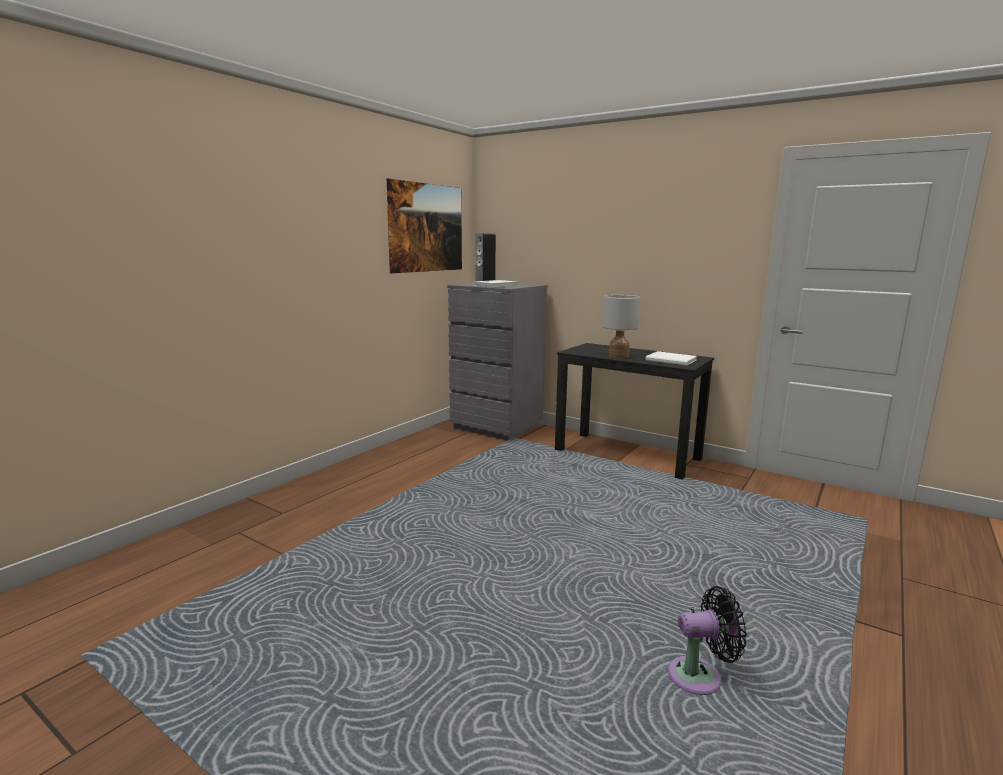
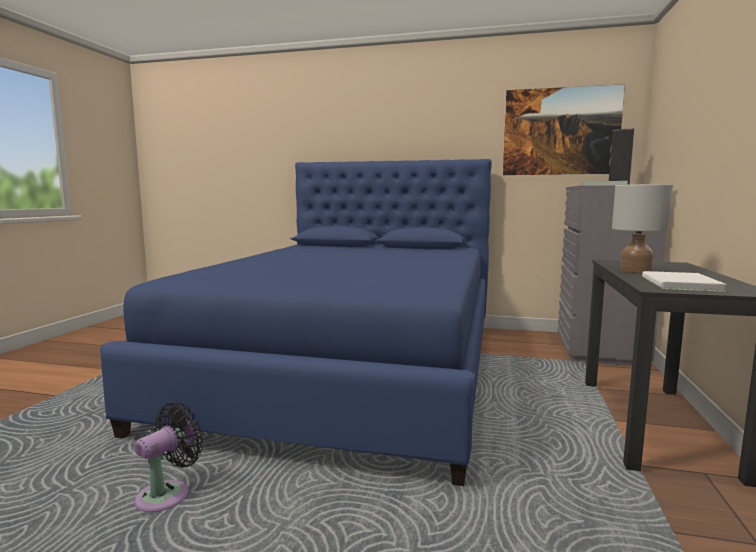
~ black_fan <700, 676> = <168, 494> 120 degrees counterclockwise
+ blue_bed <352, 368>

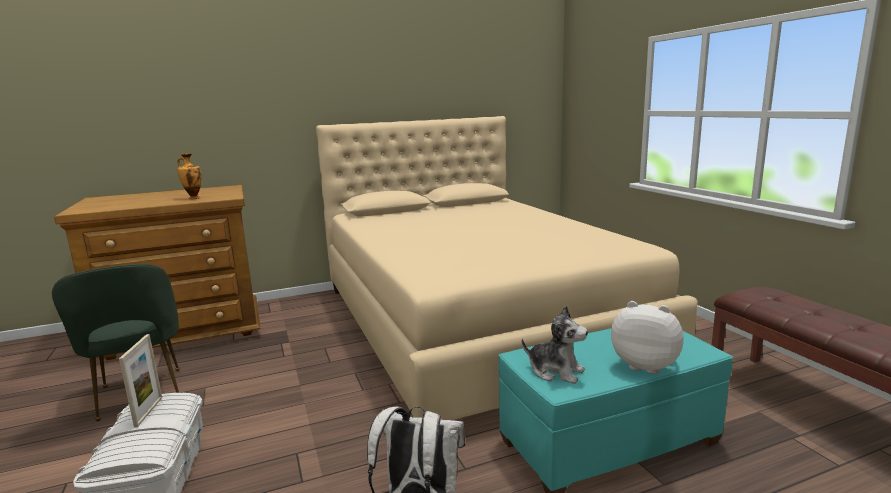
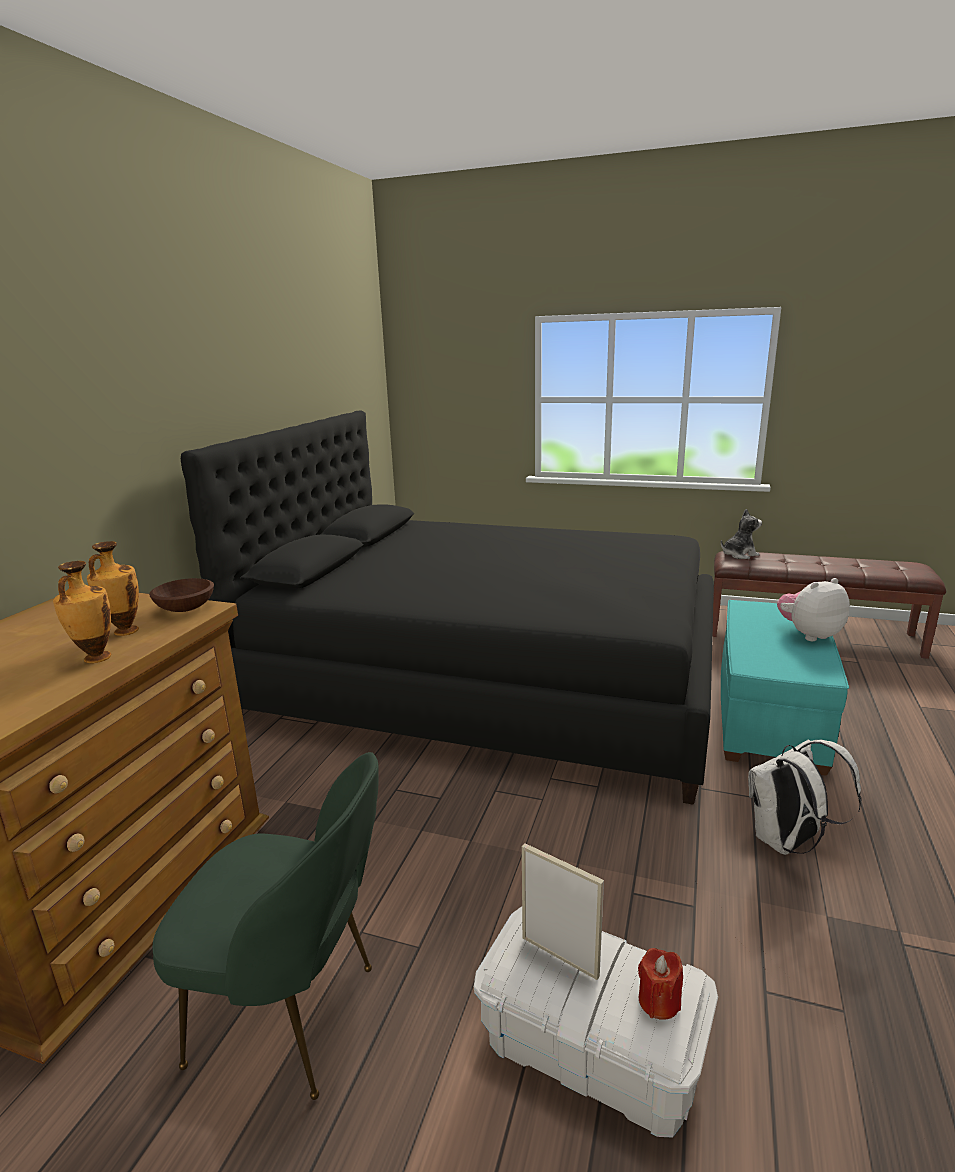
~ beige_bed <475, 324> to black_bed <487, 680>
~ plush_toy <555, 371> to <739, 555>
+ vase <95, 658>
+ brown_bowl <185, 608>
+ red_candle <658, 1001>

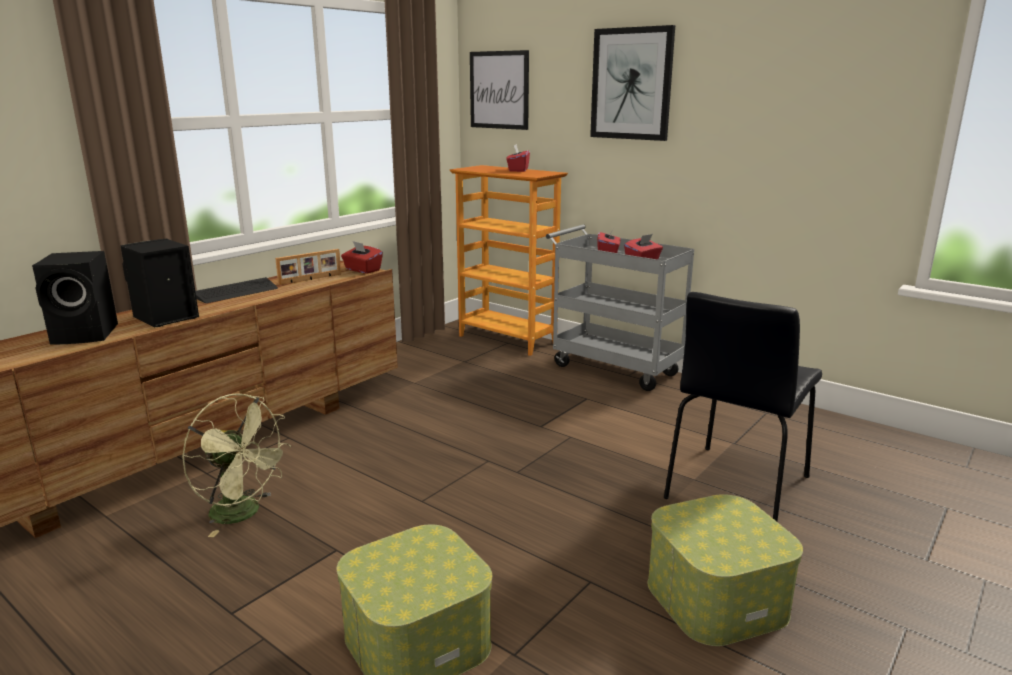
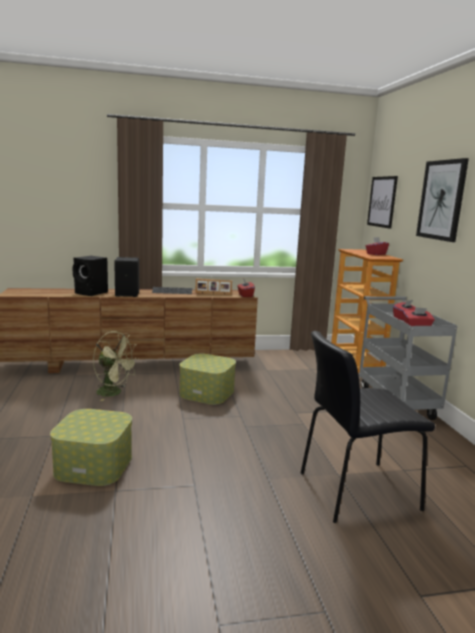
~ green_fan <244, 514> = <114, 393> 45 degrees counterclockwise
~ storage_box <716, 597> to <207, 392>

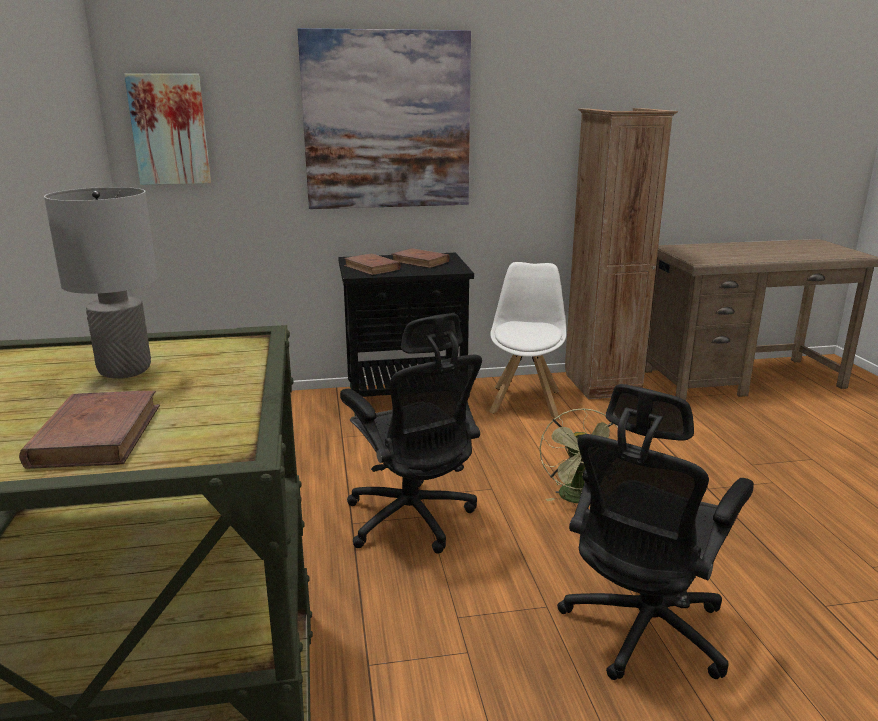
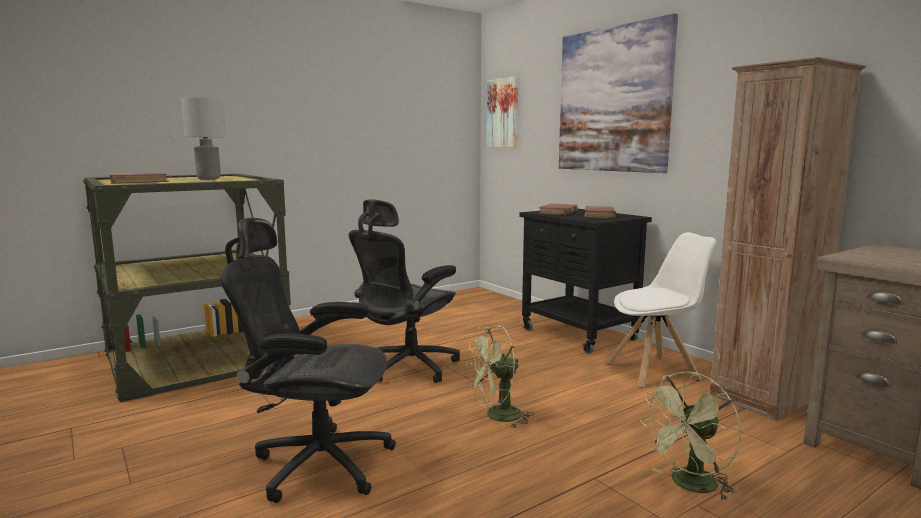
+ green_fan <689, 486>

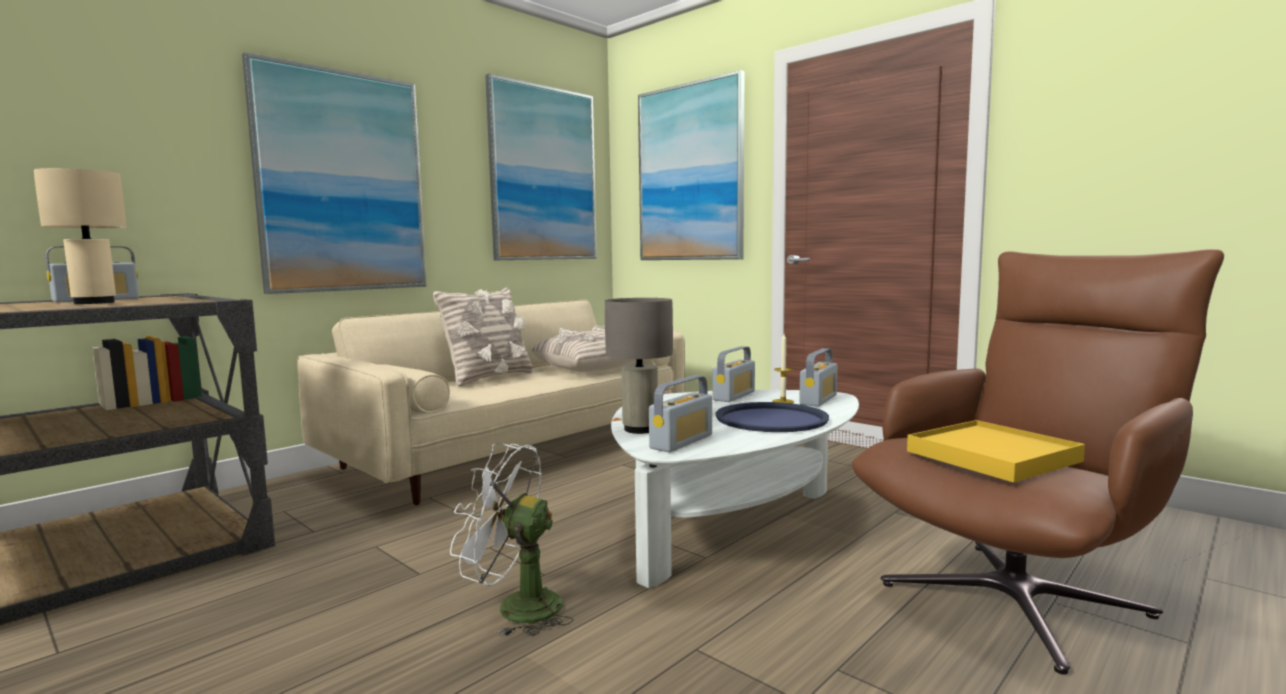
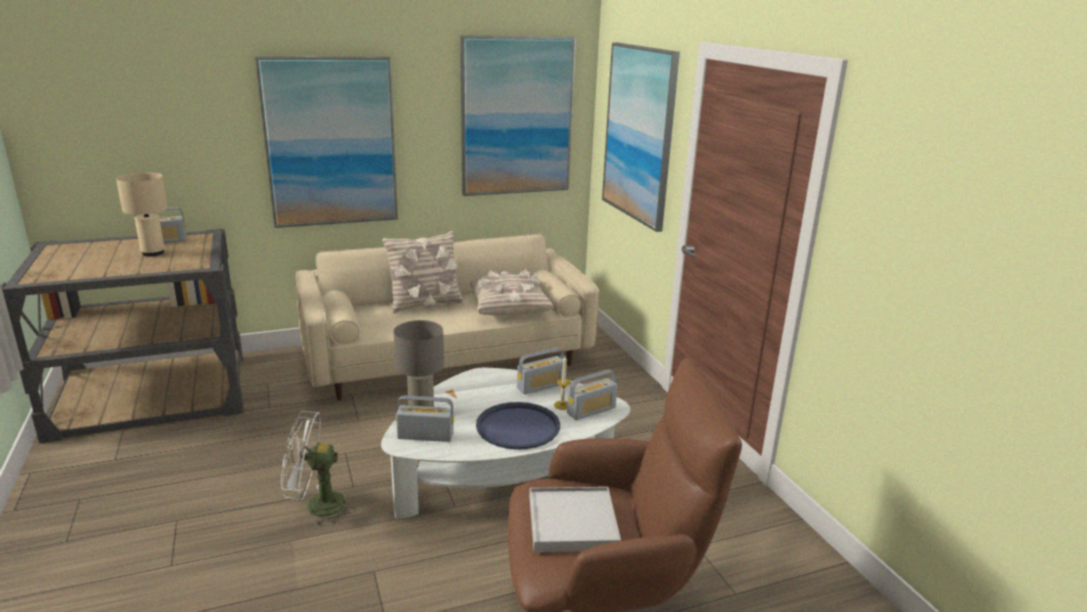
~ white_fan <516, 607> = <316, 506> 45 degrees counterclockwise
~ radio <681, 441> = <425, 436> 150 degrees counterclockwise
~ yellow_tray <992, 456> to white_tray <572, 523>

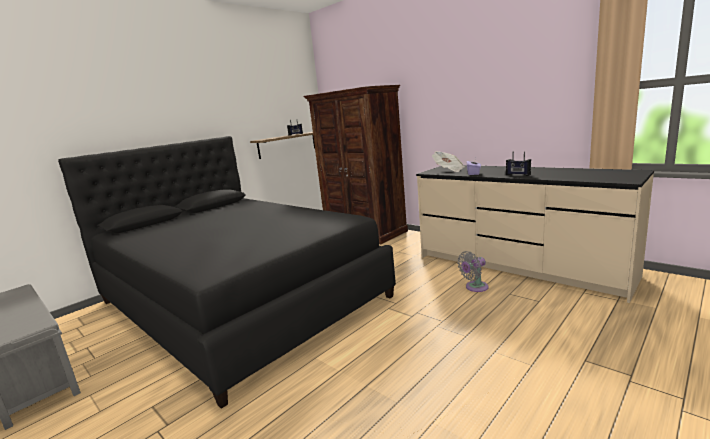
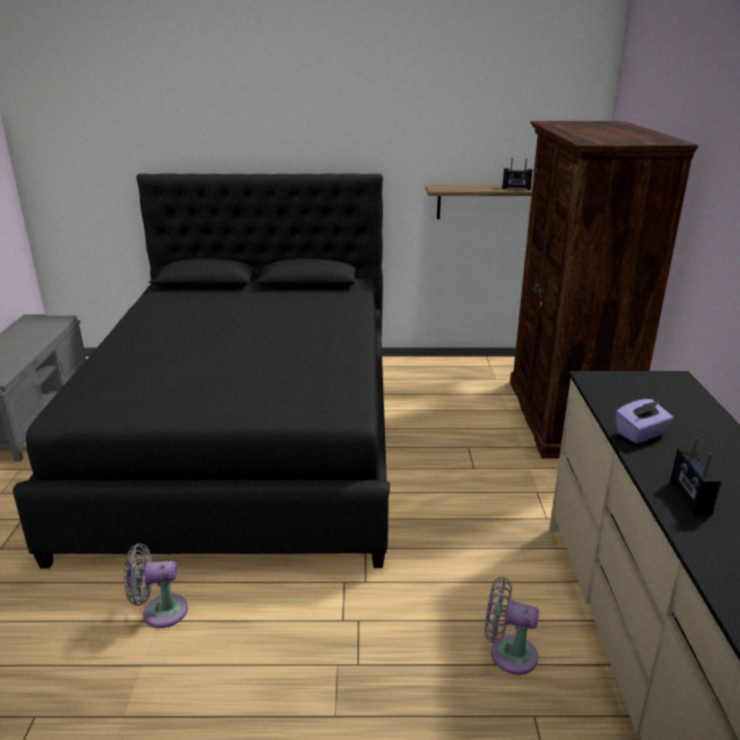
- newspaper <448, 170>
+ grey_fan <160, 611>

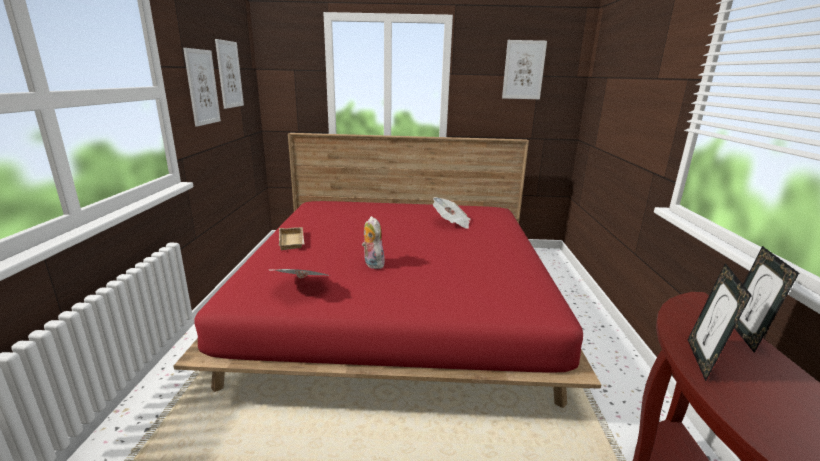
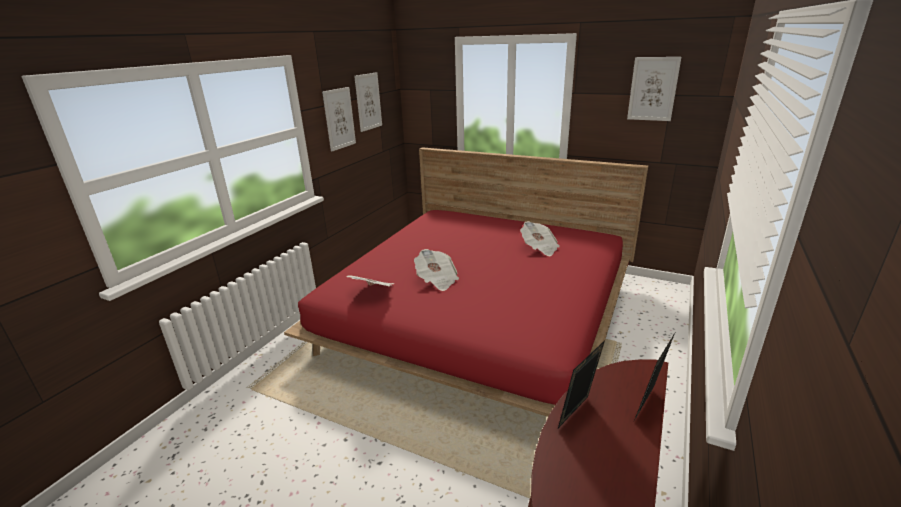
- beige_tray <293, 241>
~ plush_toy <372, 264> to newspaper <437, 280>

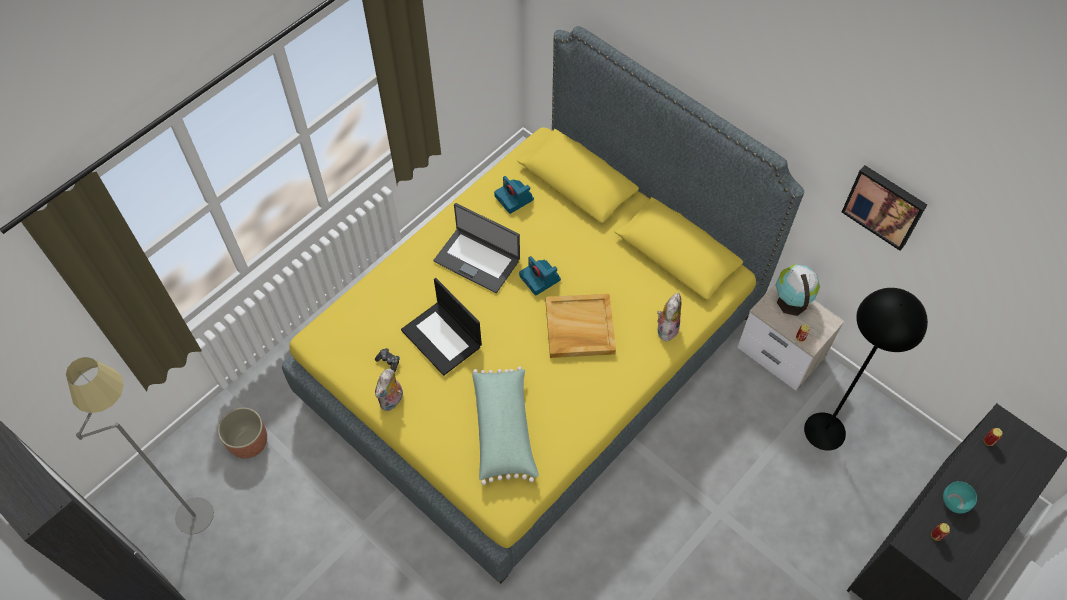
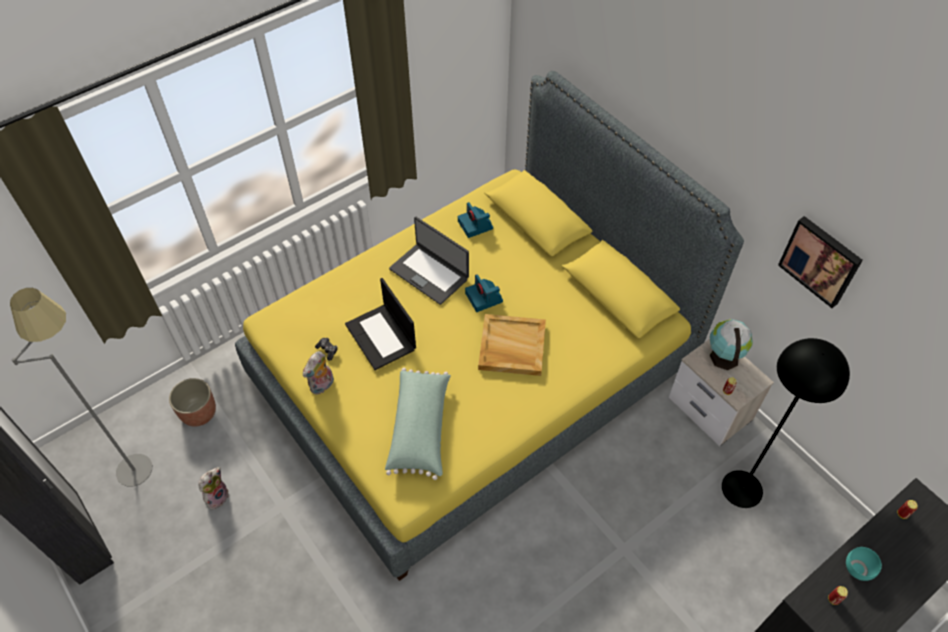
~ plush_toy <666, 328> to <217, 496>

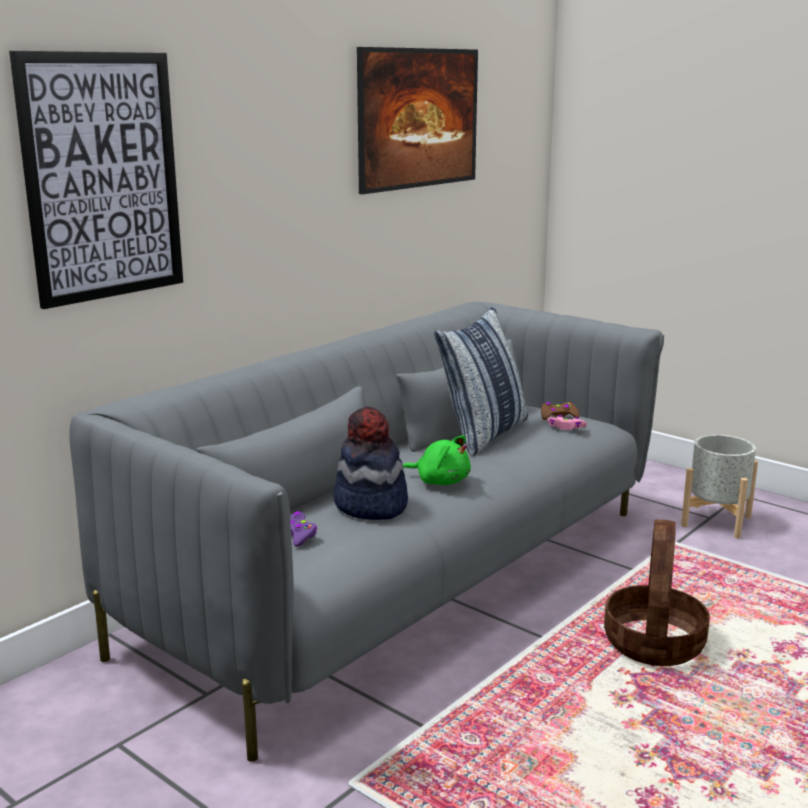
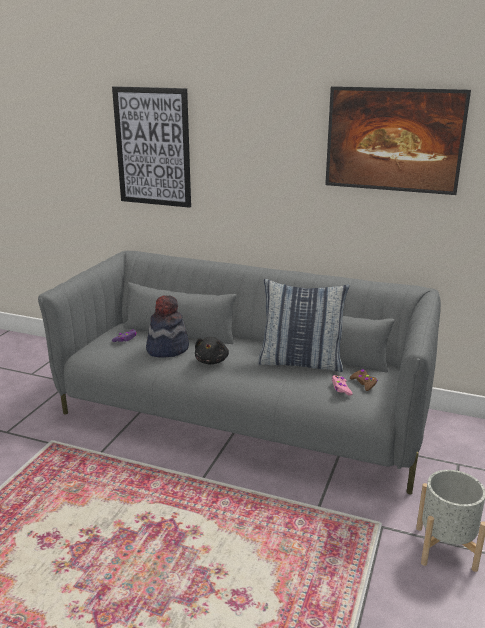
~ green_plush_toy <440, 481> to black_plush_toy <212, 361>
- basket <654, 644>

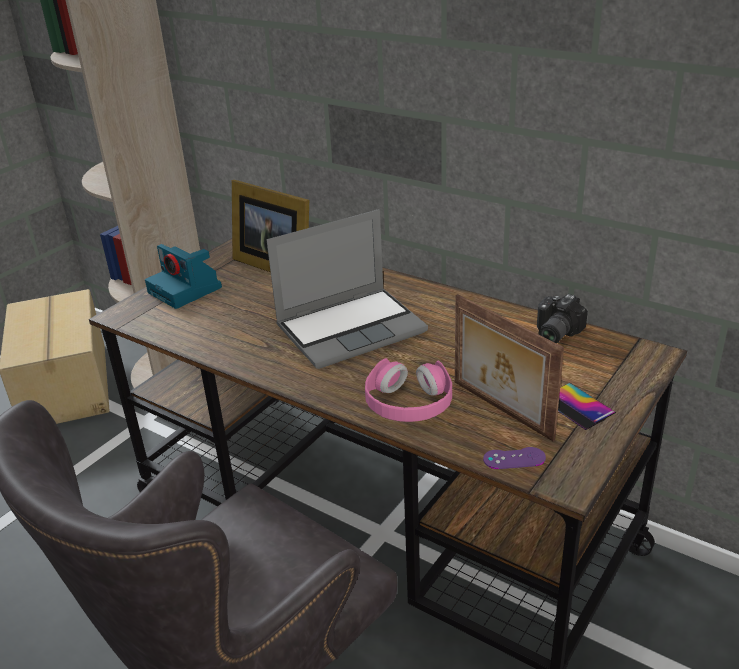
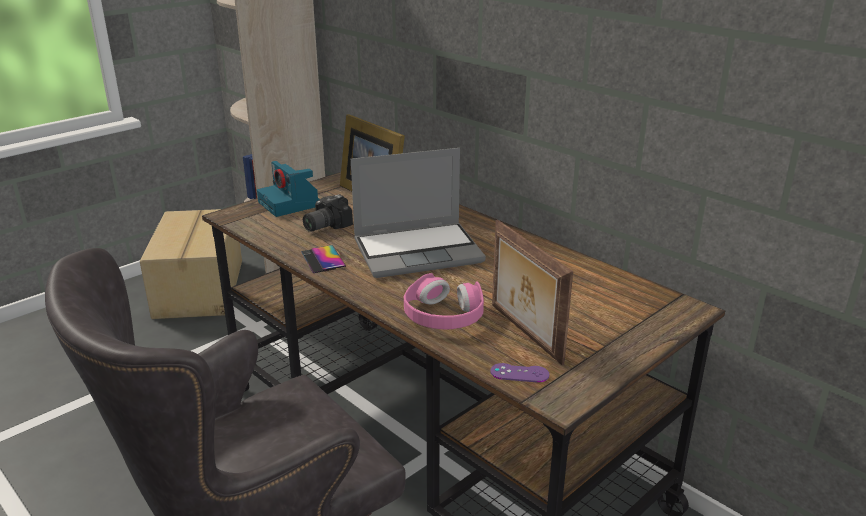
~ photo_camera <553, 333> to <324, 225>
~ phone <577, 406> to <323, 259>

